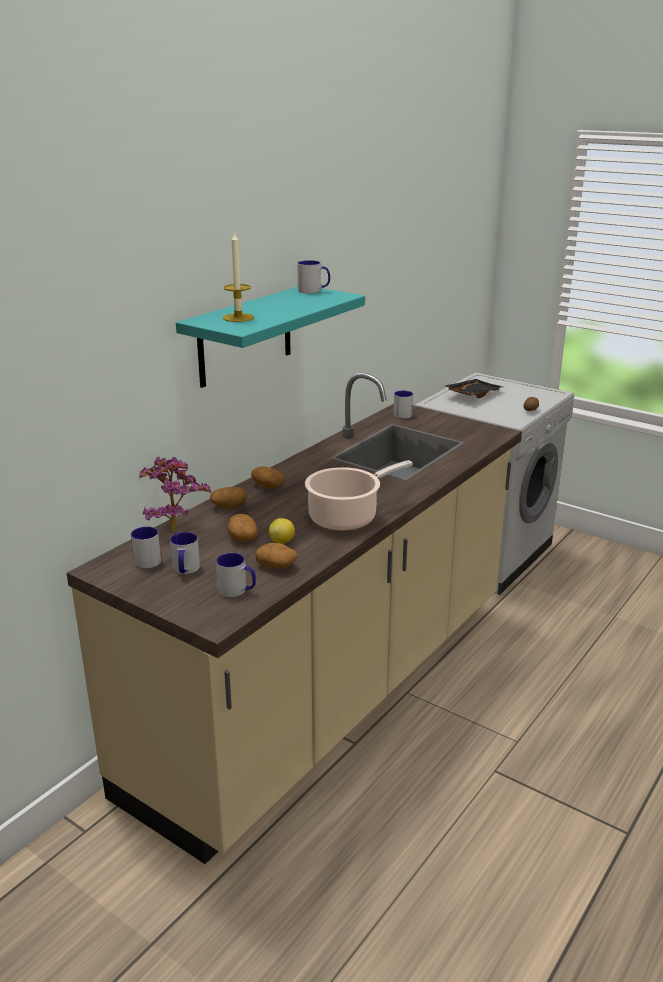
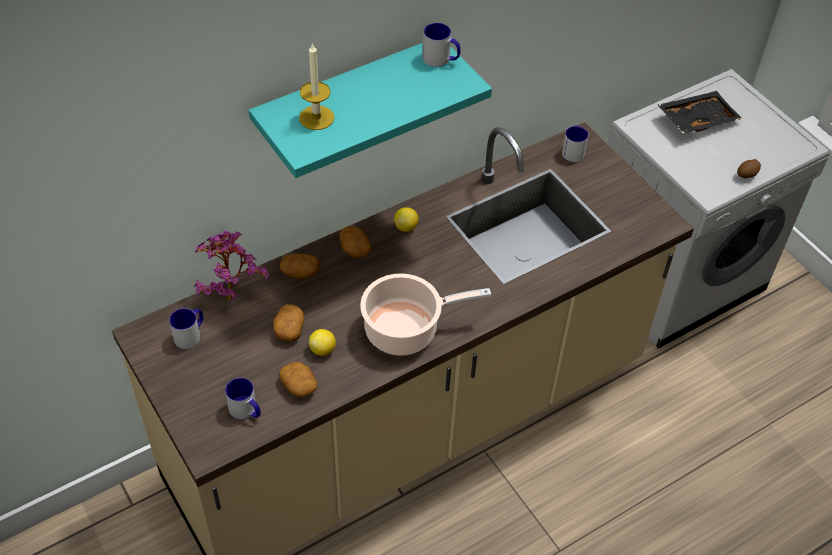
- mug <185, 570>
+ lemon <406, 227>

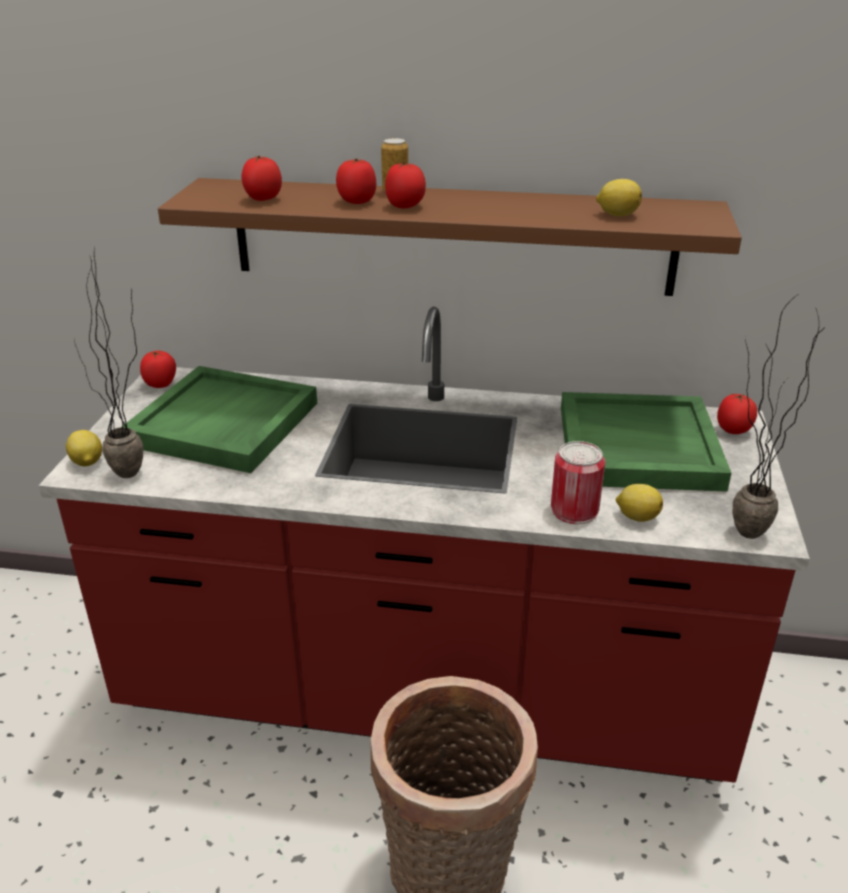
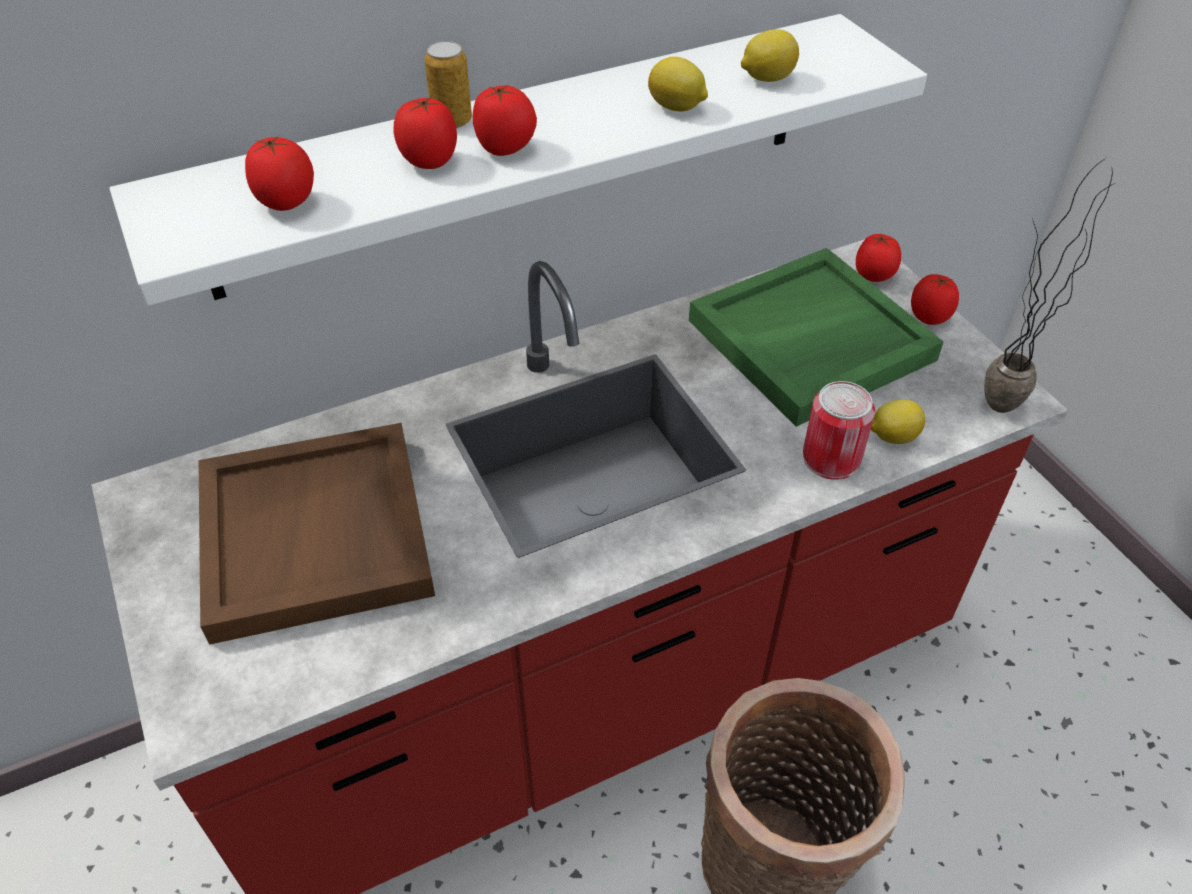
~ lemon <87, 463> to <677, 108>
- potted_plant <135, 478>
~ green_tray <224, 424> to brown_tray <317, 536>
~ tomato <161, 384> to <929, 317>
~ brown_shelf <451, 236> to white_shelf <519, 154>

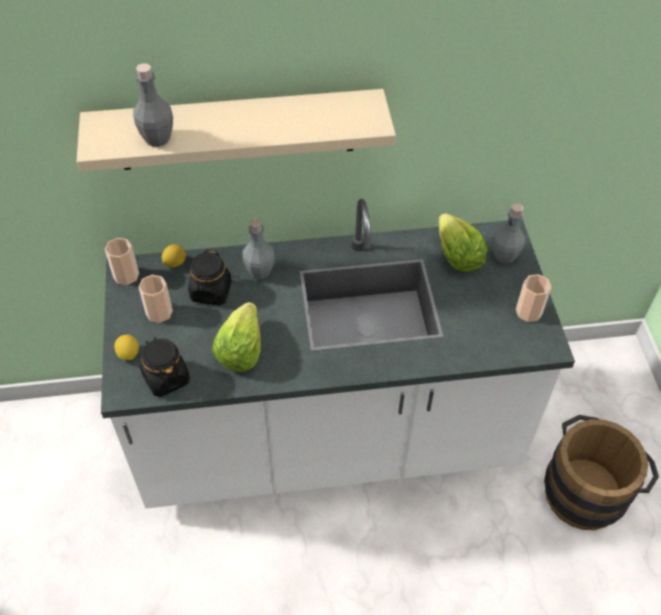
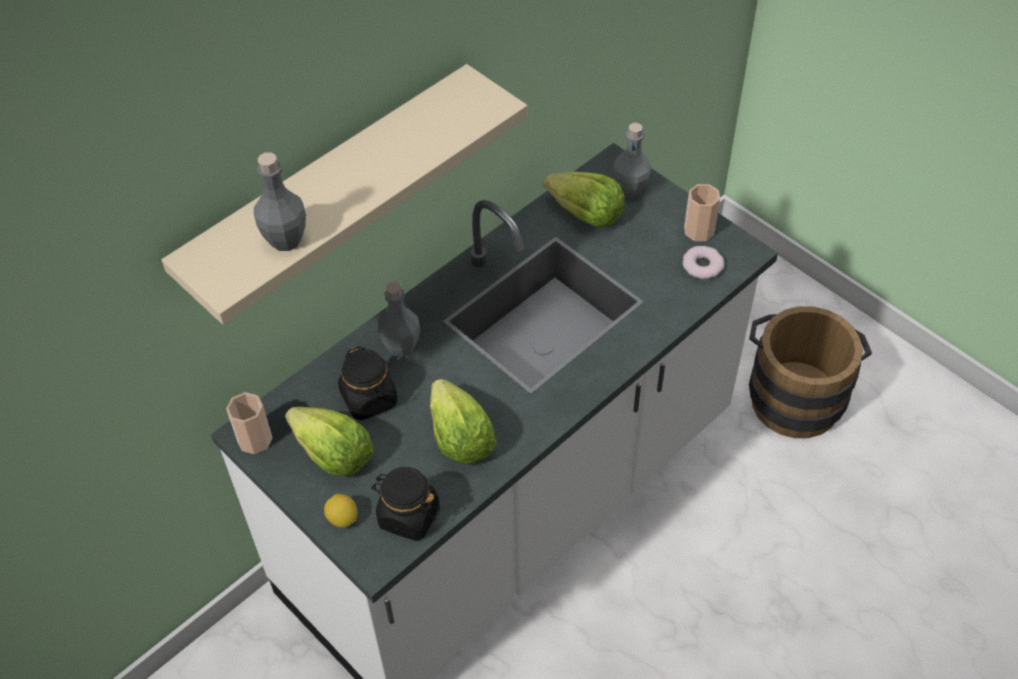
~ cup <159, 312> to lettuce <333, 455>
- lemon <175, 263>
+ donut <702, 265>

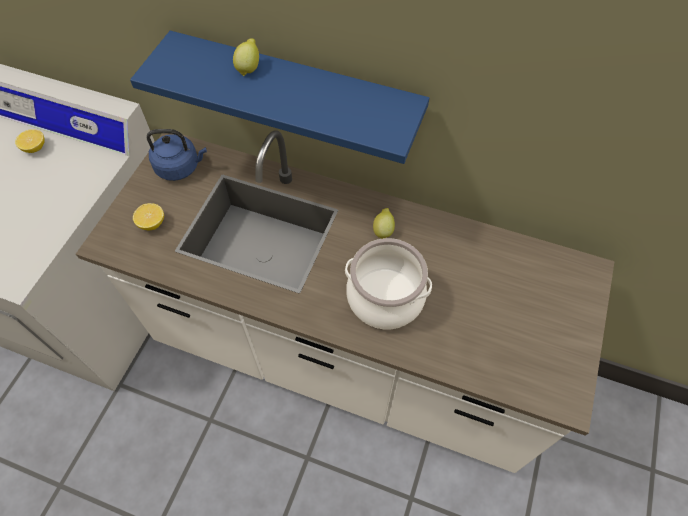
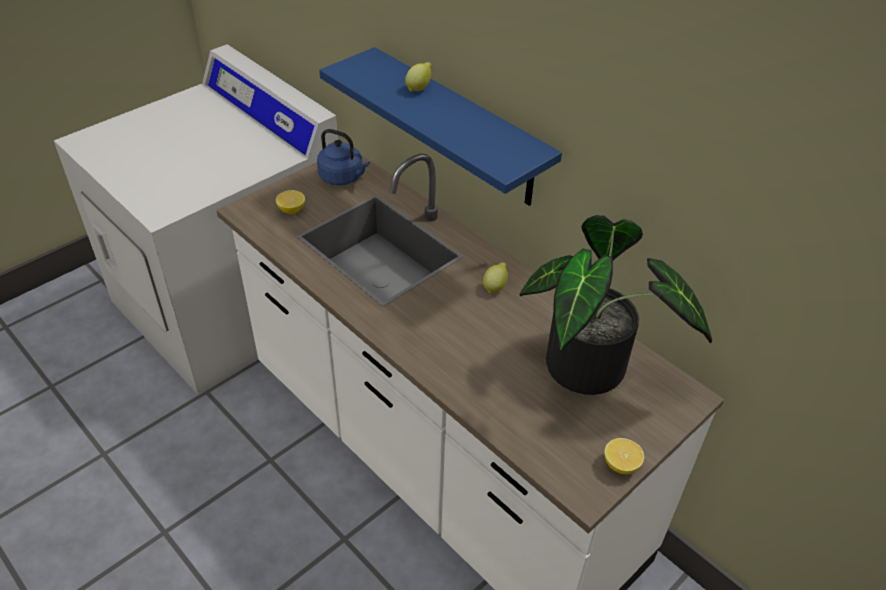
~ lemon <35, 148> to <621, 464>
- cooking_pot <385, 297>
+ potted_plant <592, 372>

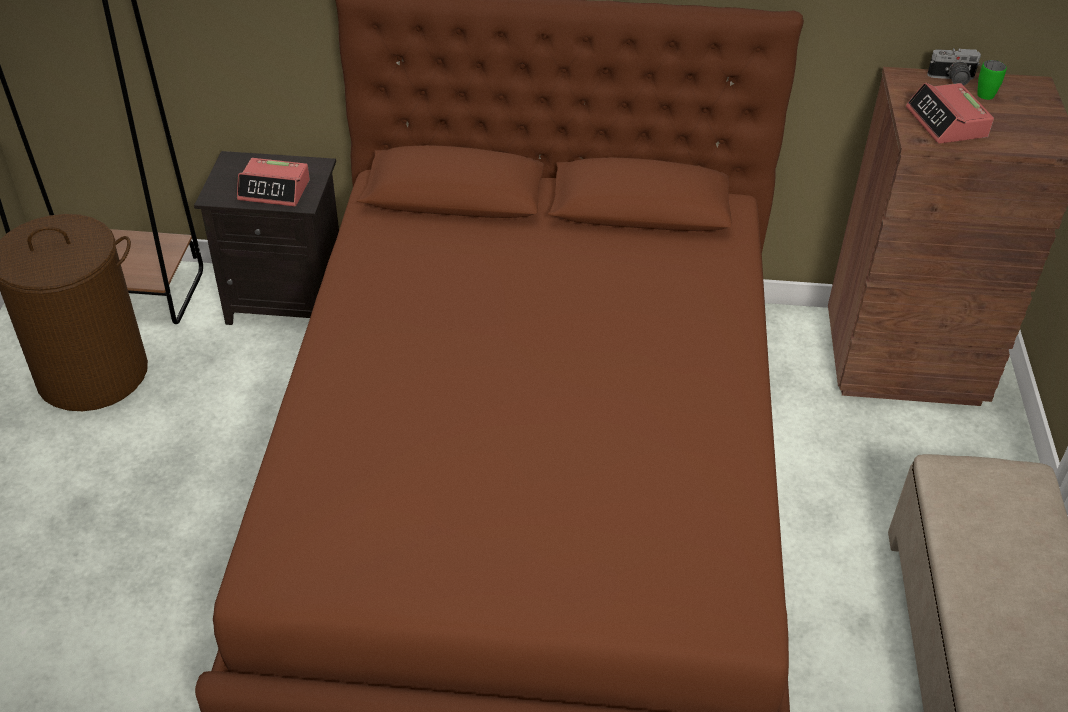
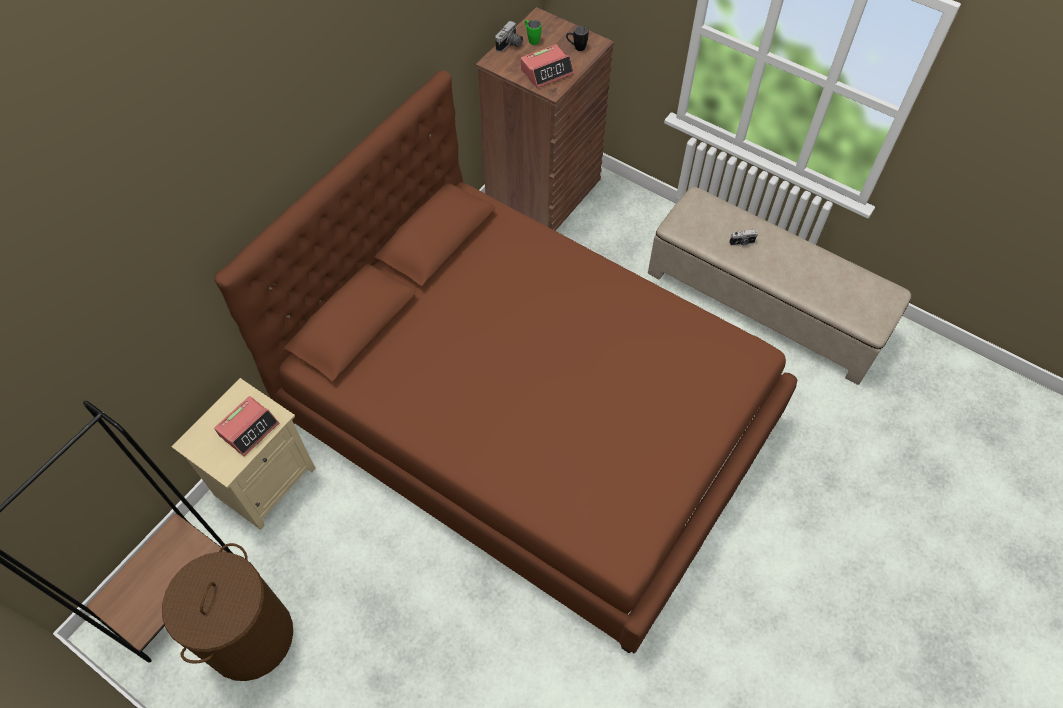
~ black_nightstand <288, 300> to beige_nightstand <265, 480>
~ alarm_clock <946, 123> = <547, 71> 45 degrees counterclockwise
+ black_mug <576, 47>
+ photo_camera <742, 243>

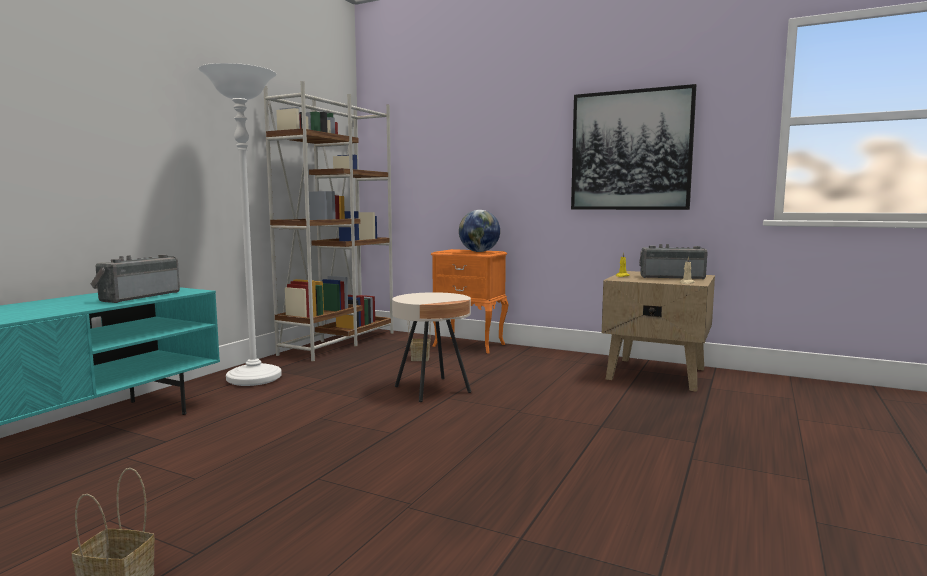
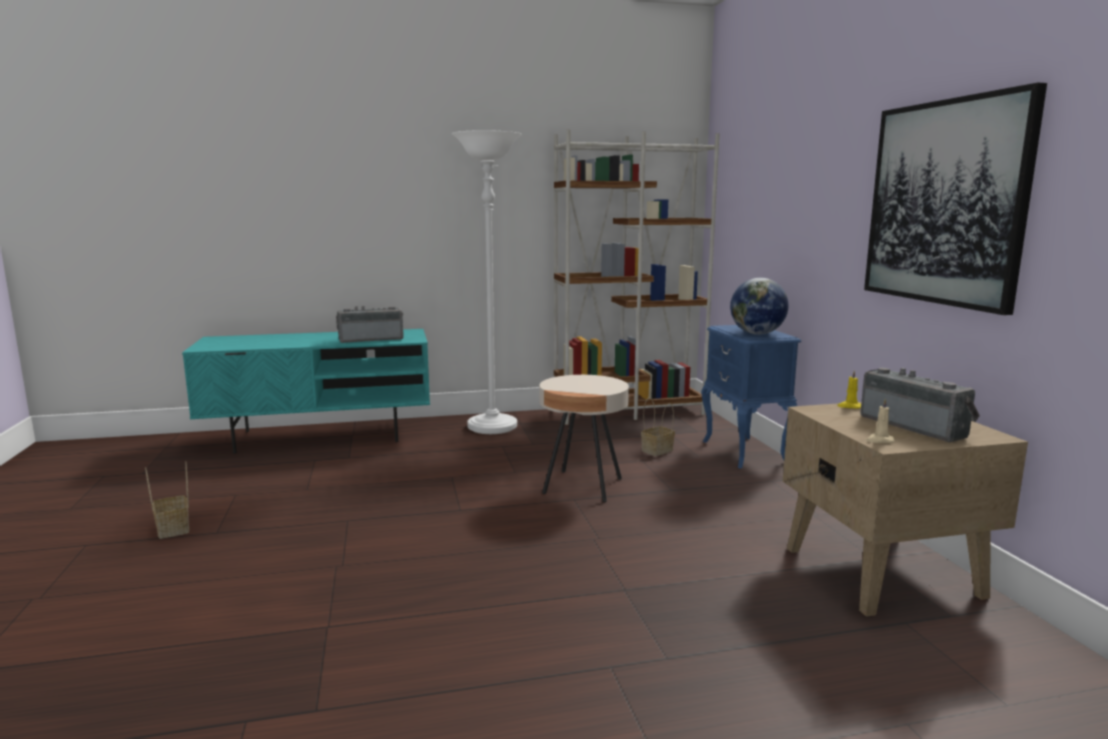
~ orange_nightstand <469, 345> to blue_nightstand <744, 452>

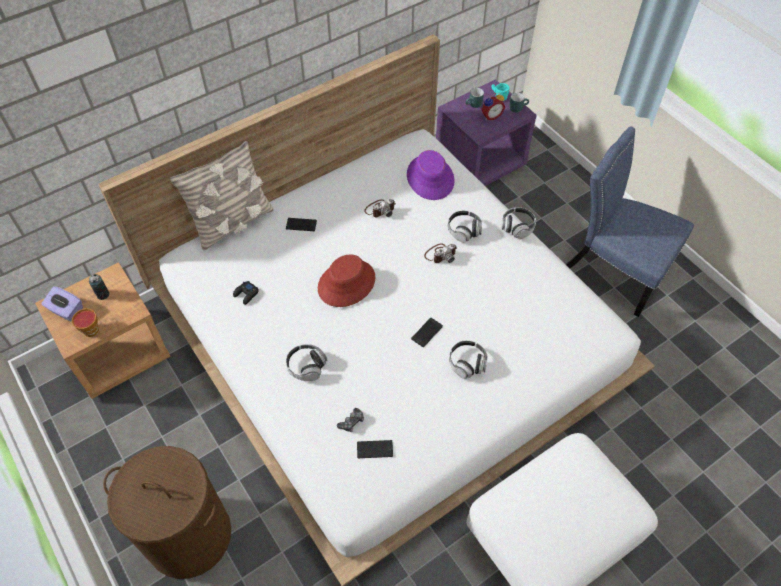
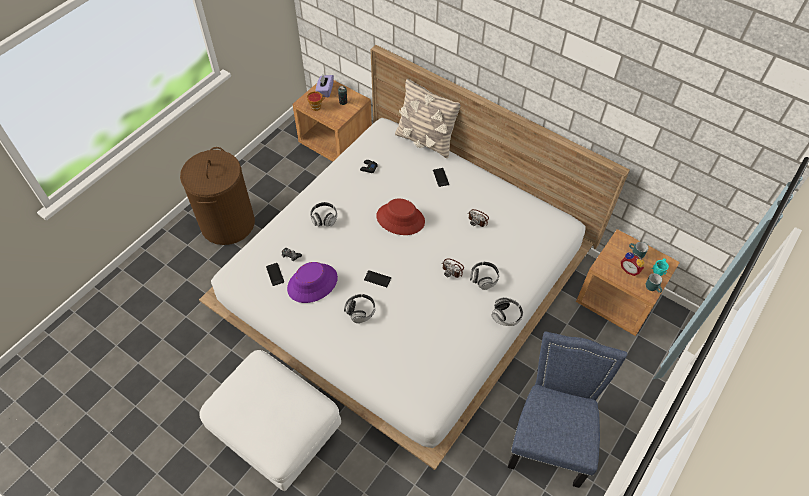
~ purple_hat <430, 178> to <312, 283>
~ purple_nightstand <480, 163> to brown_nightstand <617, 300>

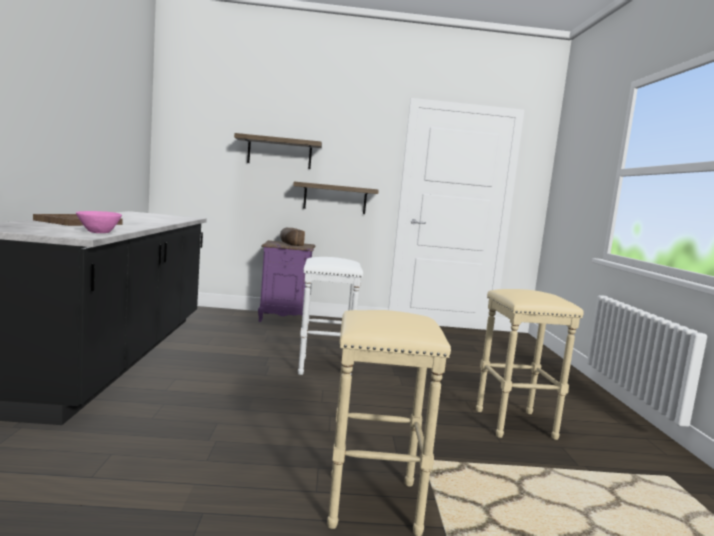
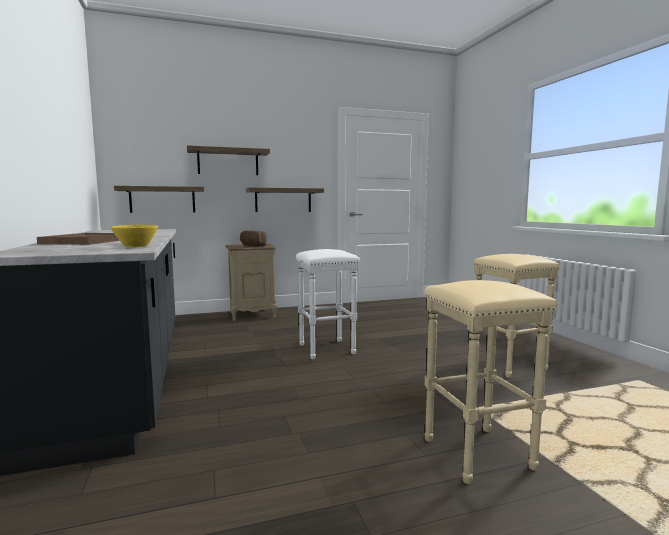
~ pink_bowl <97, 232> to yellow_bowl <134, 246>
~ purple_nightstand <284, 319> to beige_nightstand <253, 314>
+ shelf <162, 199>

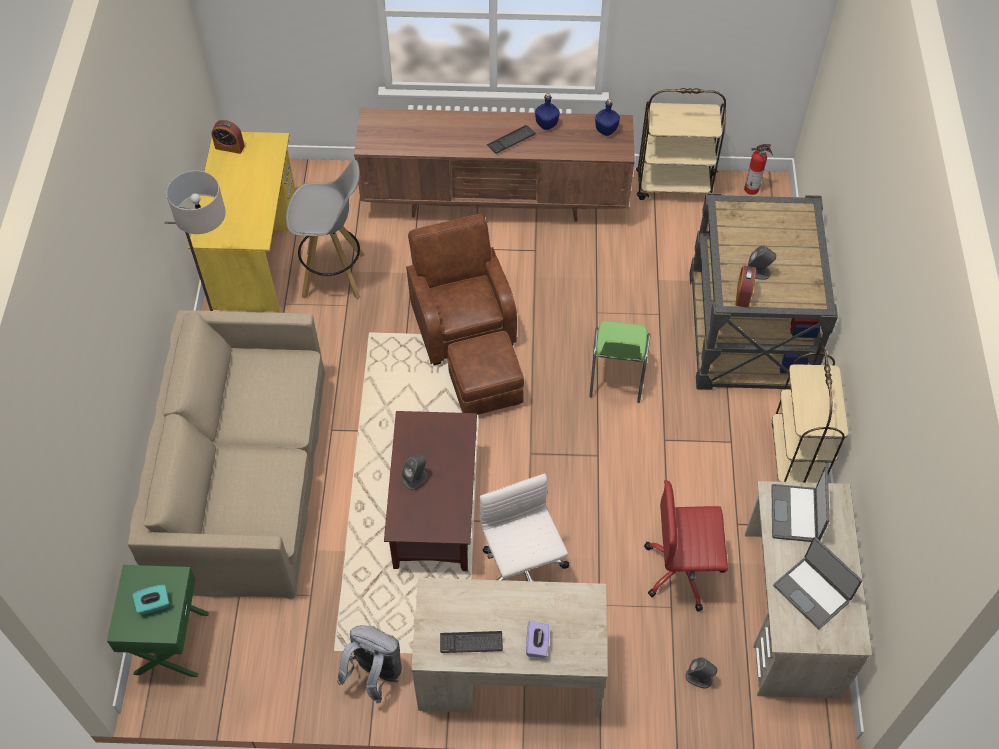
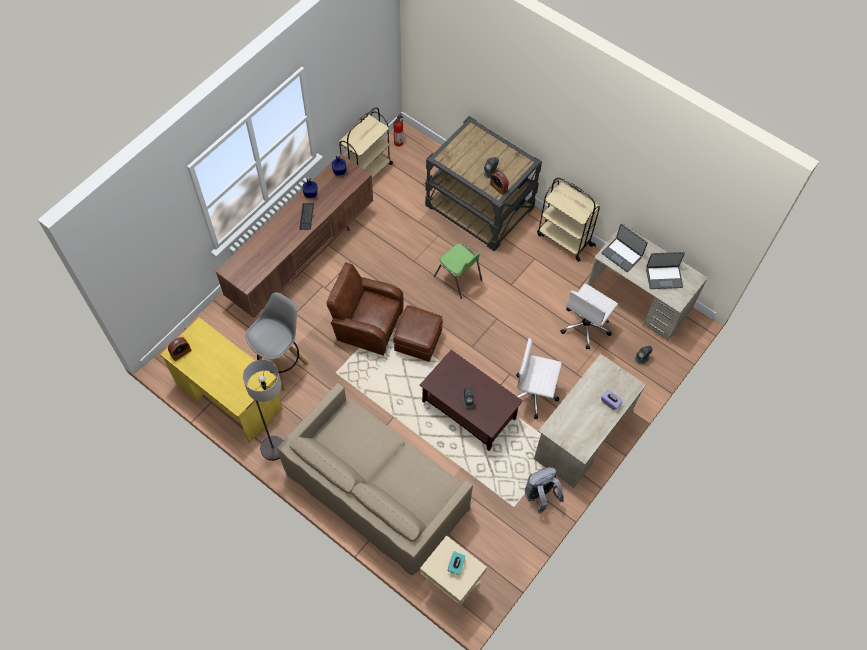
~ green_nightstand <170, 643> to beige_nightstand <450, 584>
- keyboard <471, 642>
~ red_office_chair <683, 570> to white_office_chair <585, 326>

